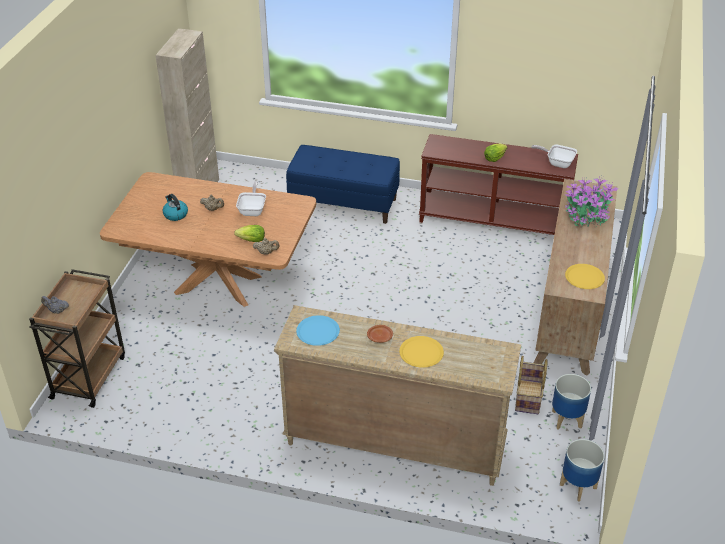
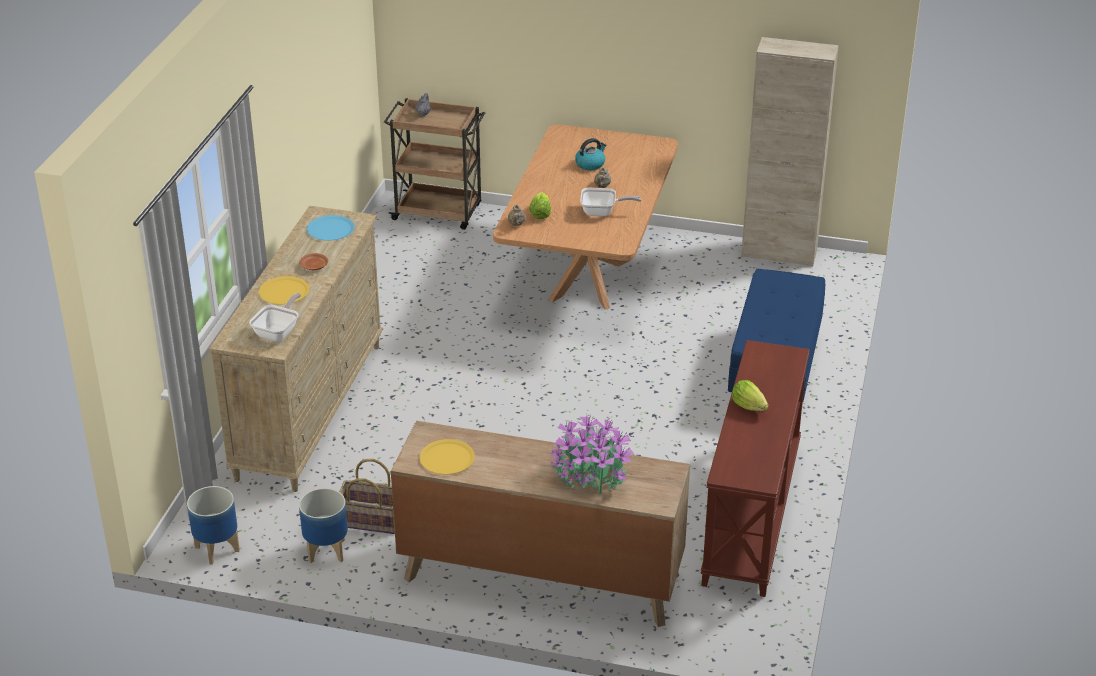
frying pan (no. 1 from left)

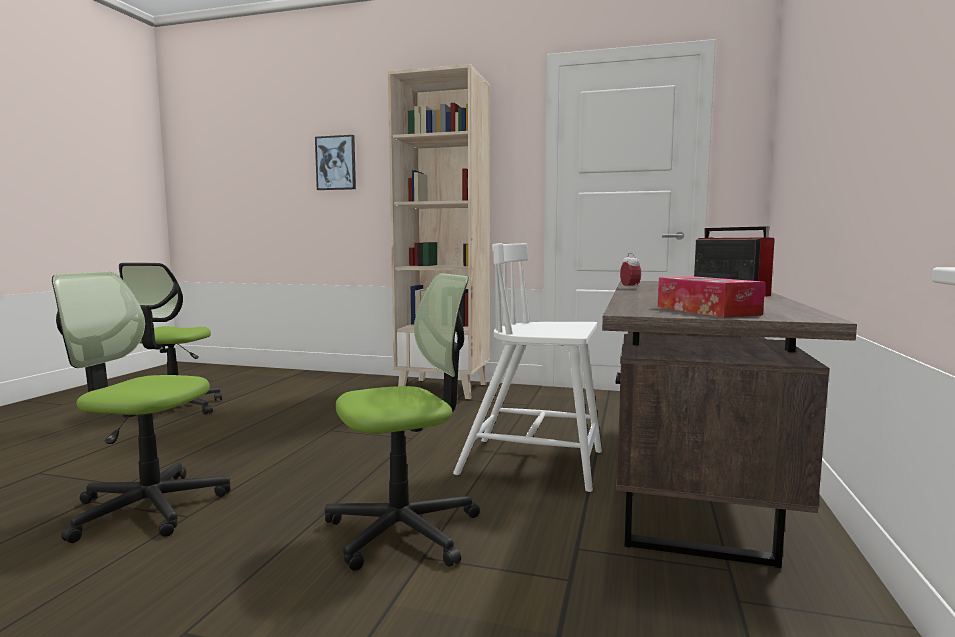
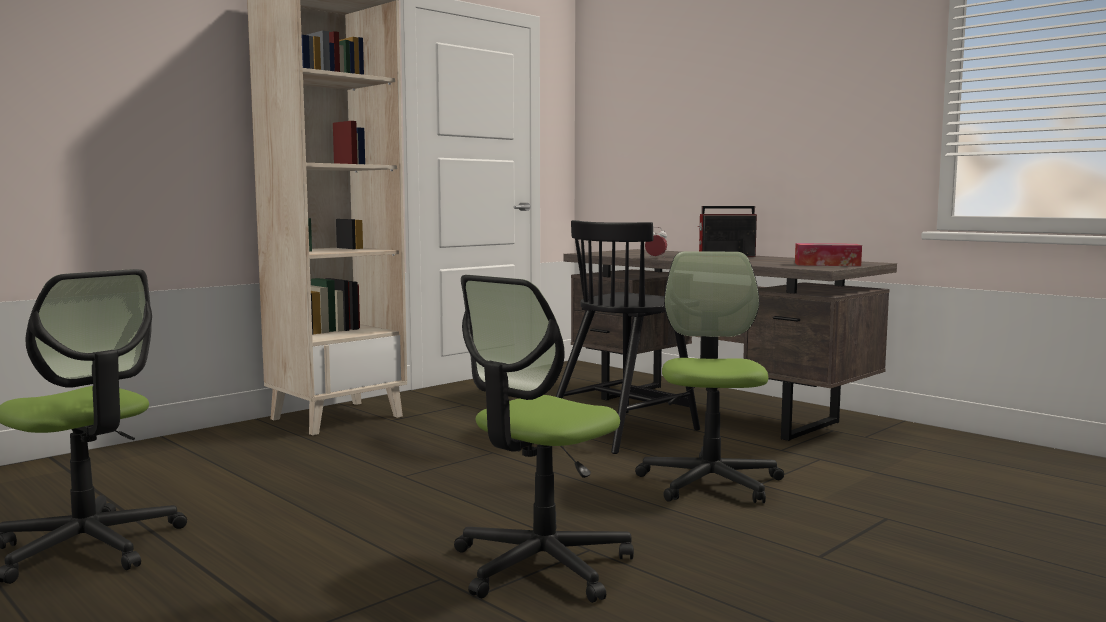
picture
chair/black

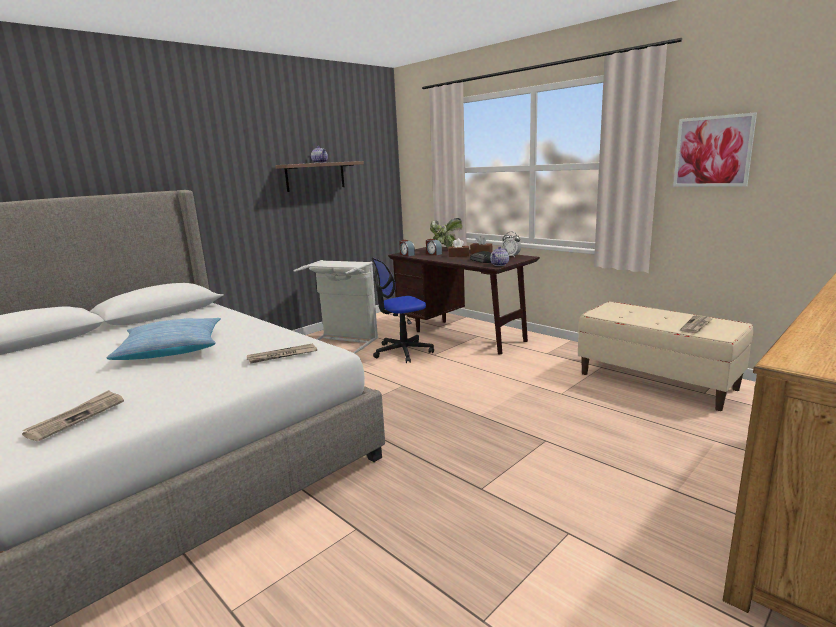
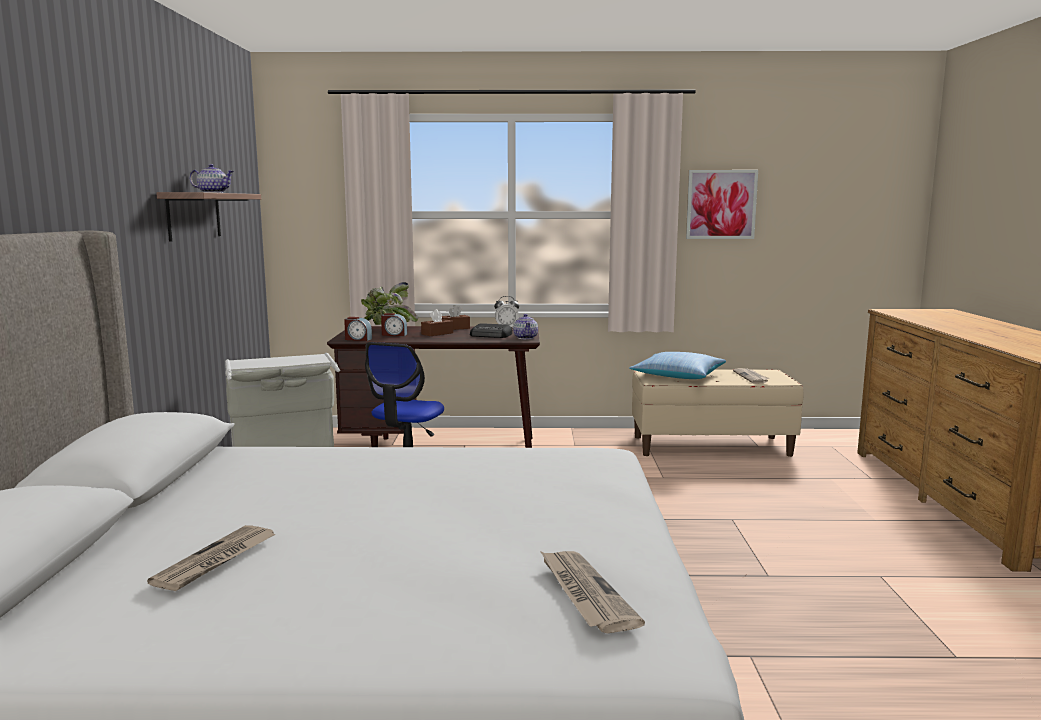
pillow
newspaper (no. 1 from left)

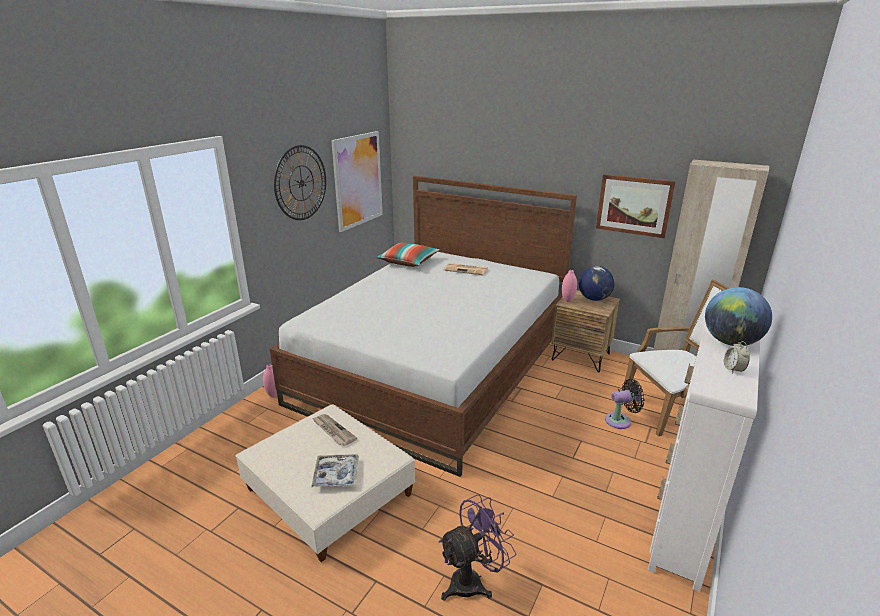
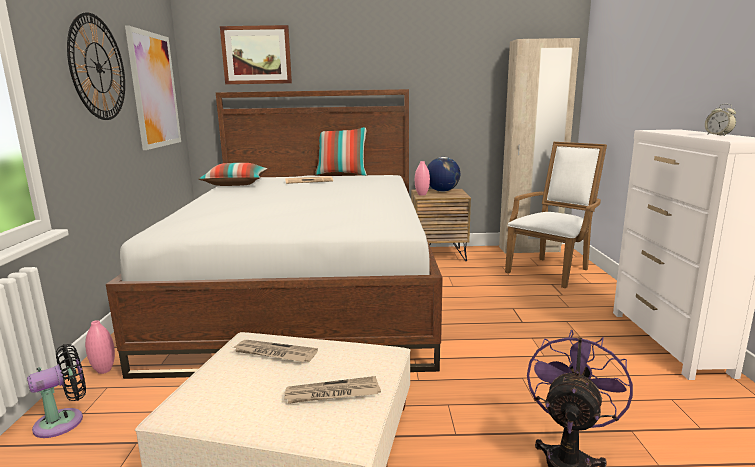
newspaper (no. 3 from left)
picture (no. 2 from left)
fan/black
globe (no. 2 from left in the first image)
pillow (no. 2 from left)

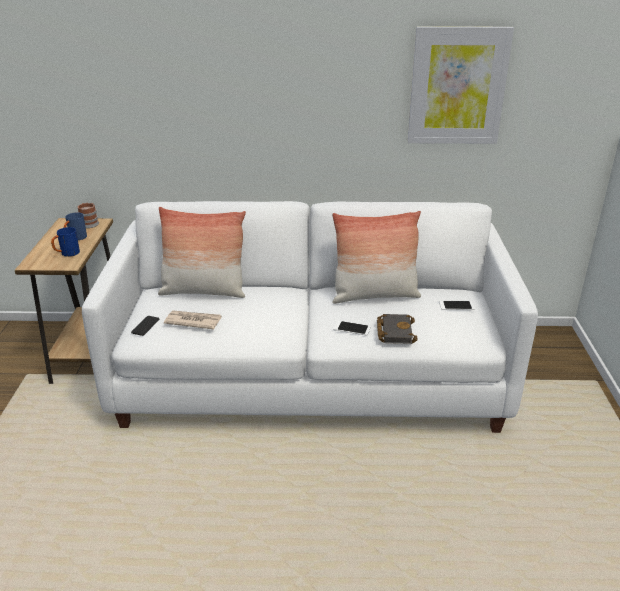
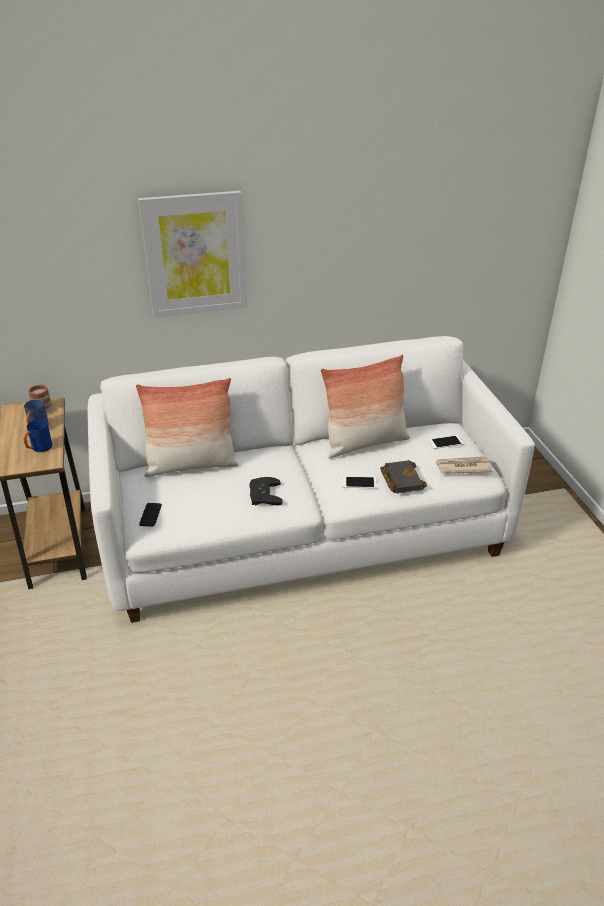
newspaper
picture
game controller/black

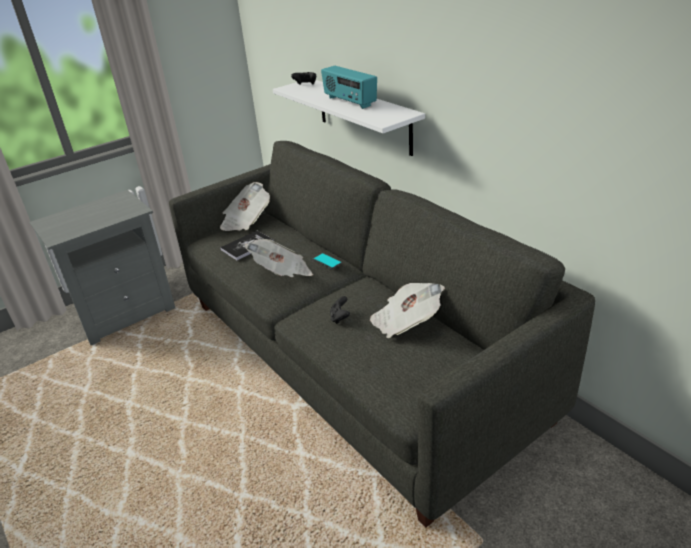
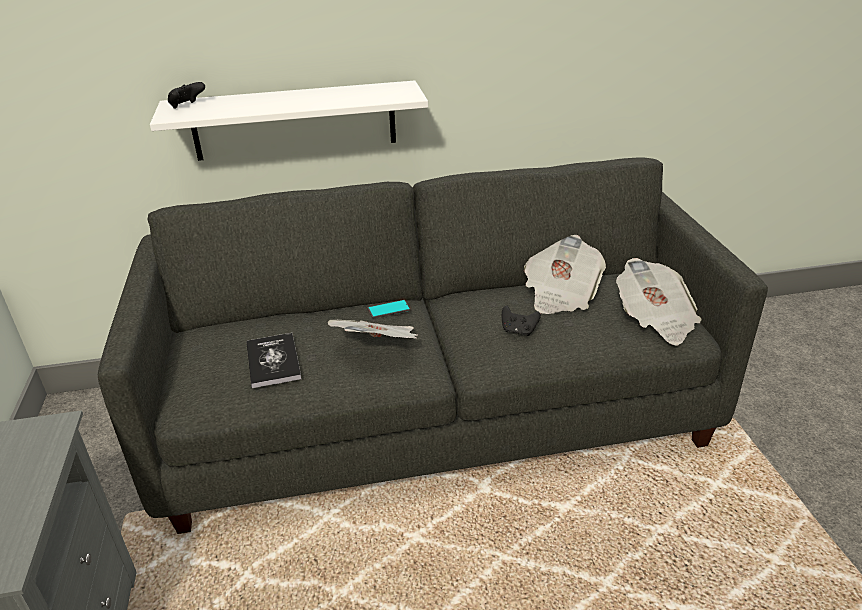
newspaper (no. 3 from left)
radio

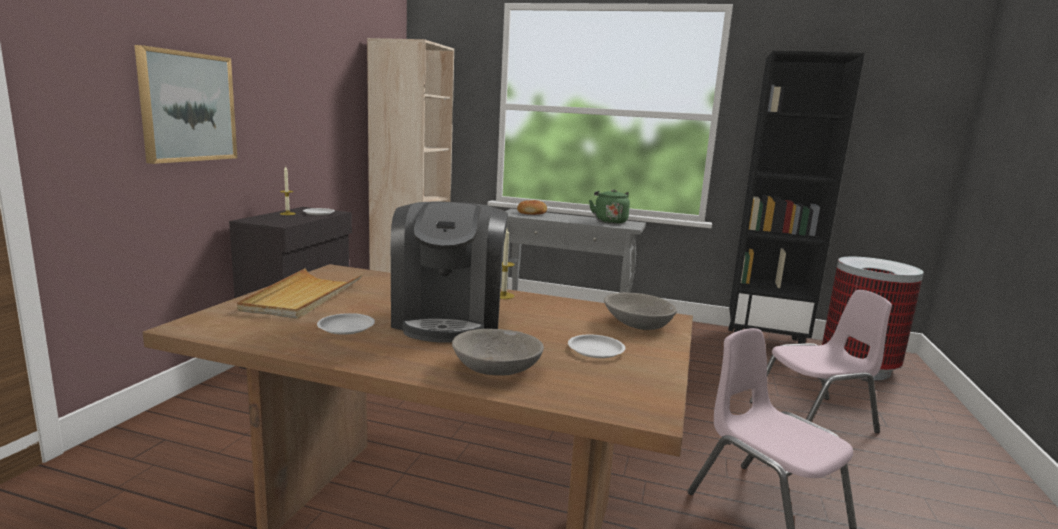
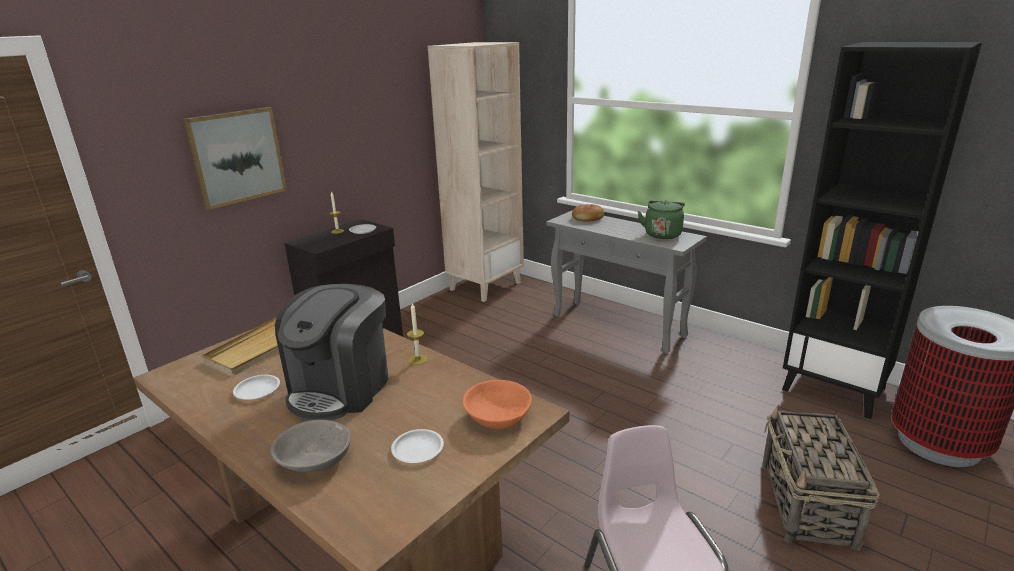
bowl/orange
basket

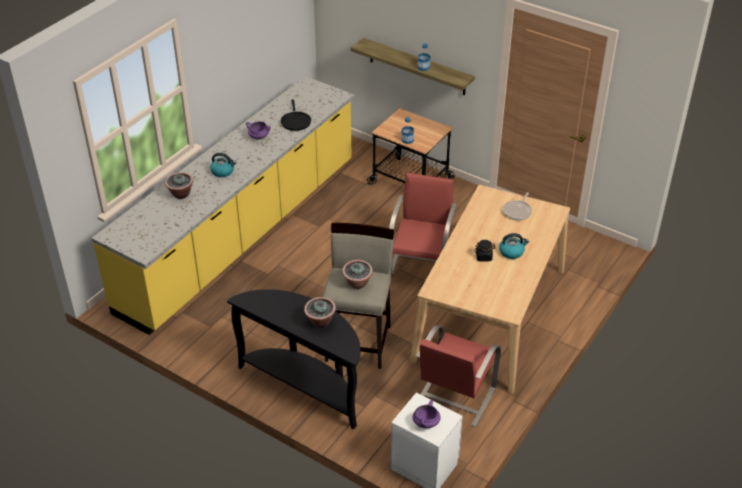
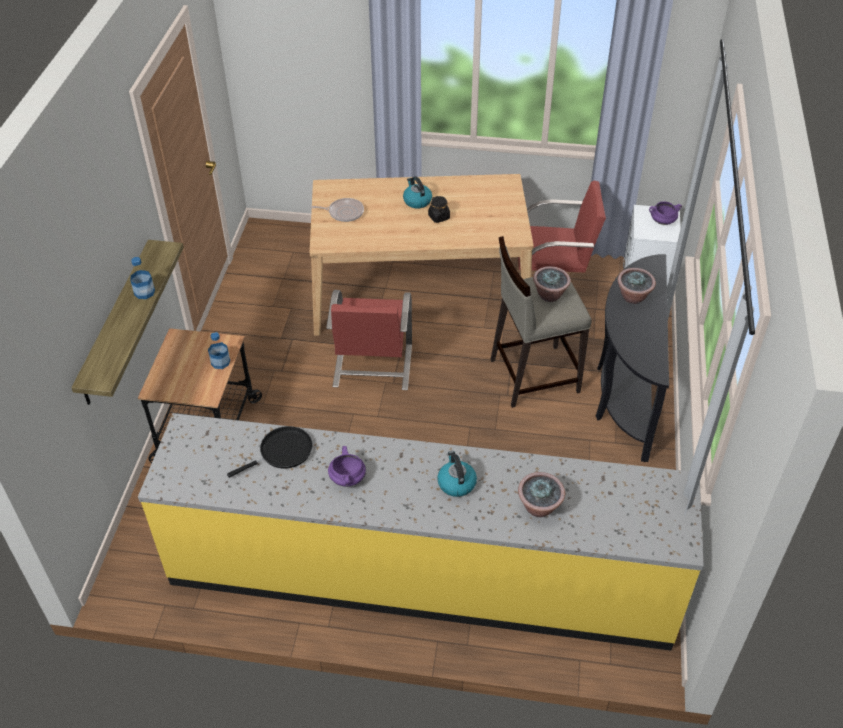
chair/red (no. 1 from left)

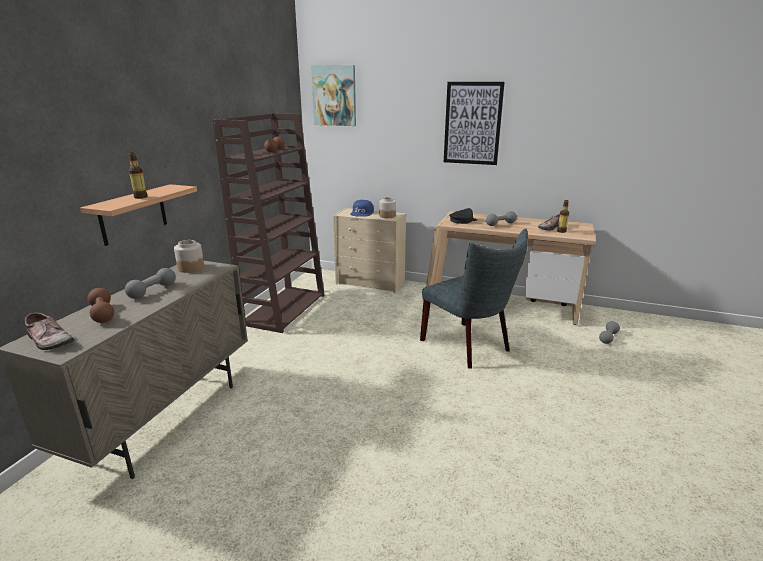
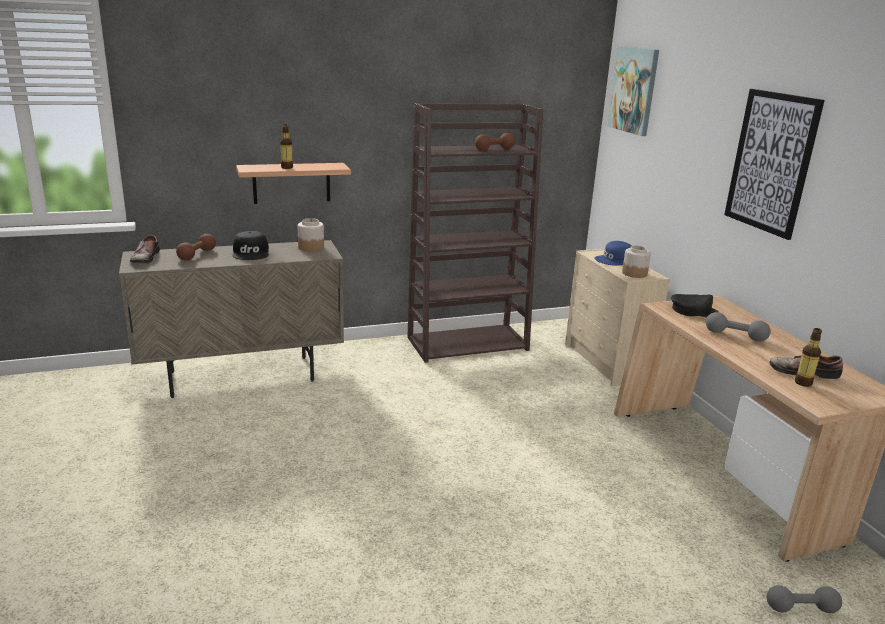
cap/black (no. 1 from left)
chair/grey

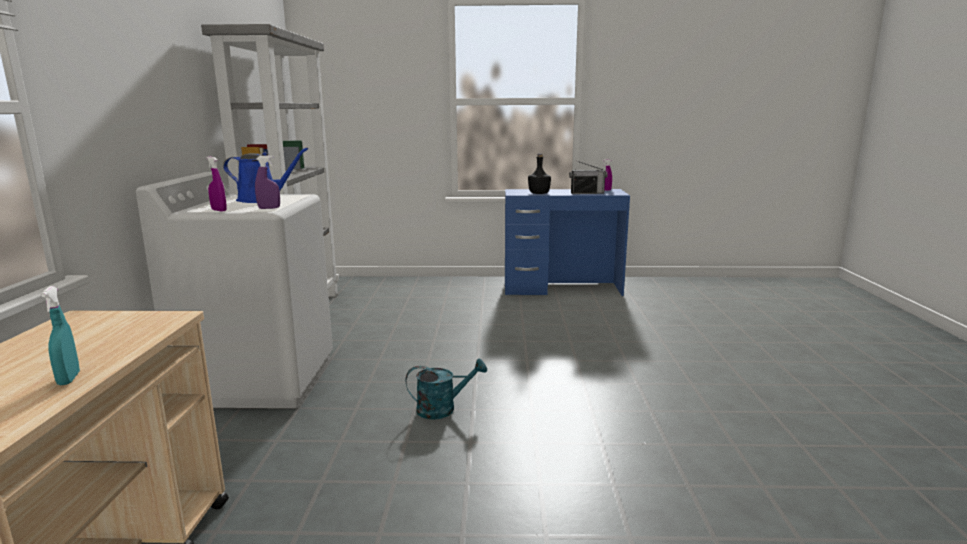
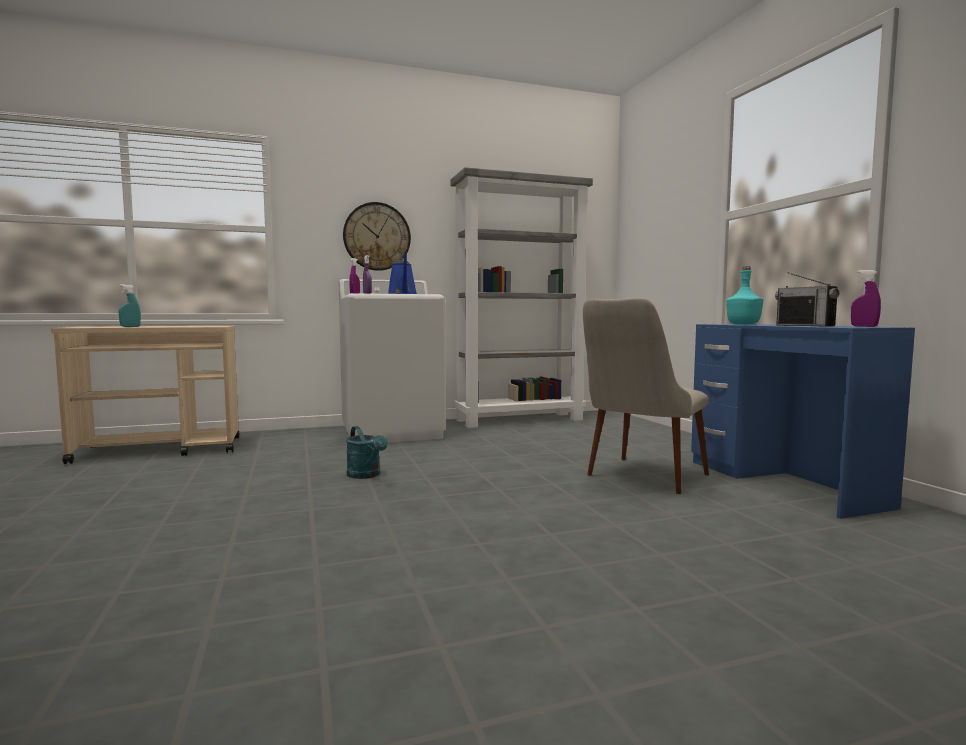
bottle/turquoise
wall clock
chair/beige

